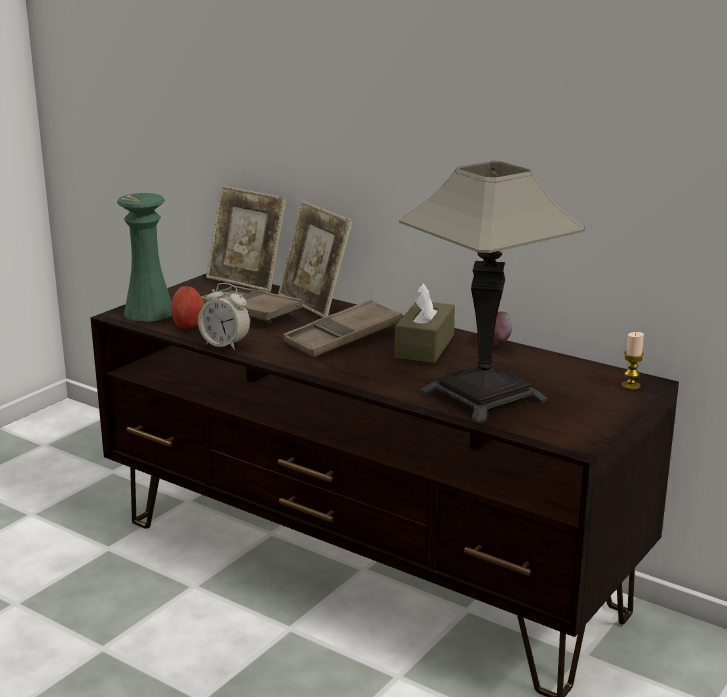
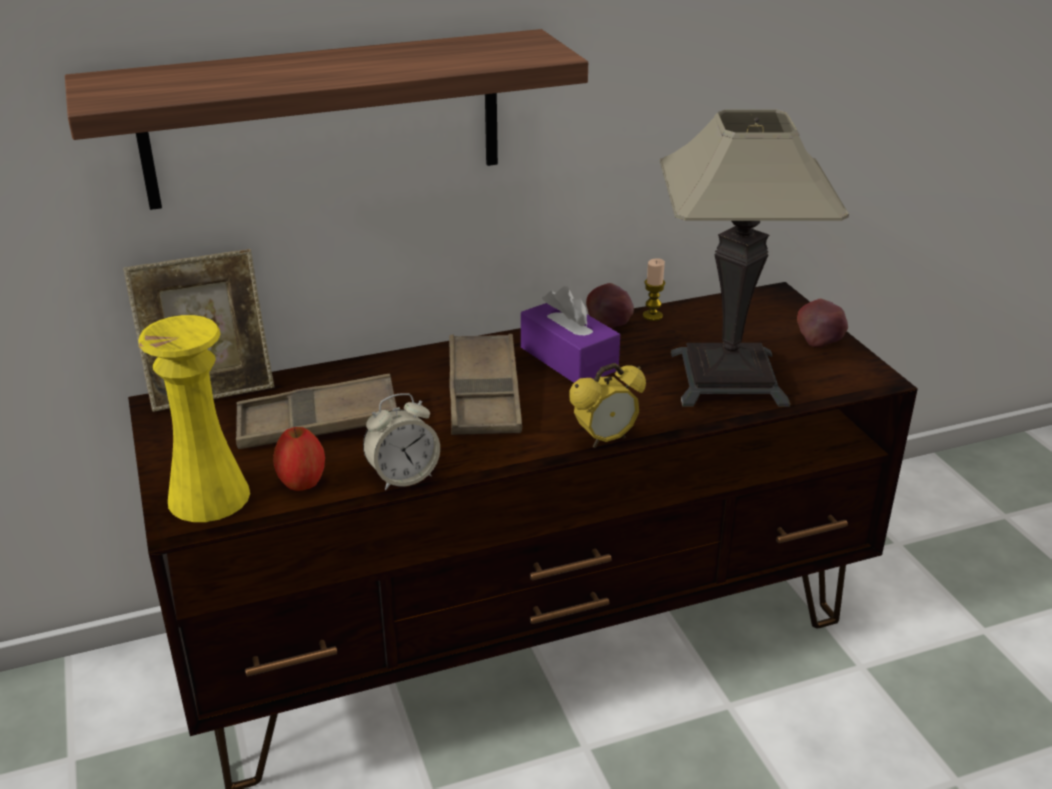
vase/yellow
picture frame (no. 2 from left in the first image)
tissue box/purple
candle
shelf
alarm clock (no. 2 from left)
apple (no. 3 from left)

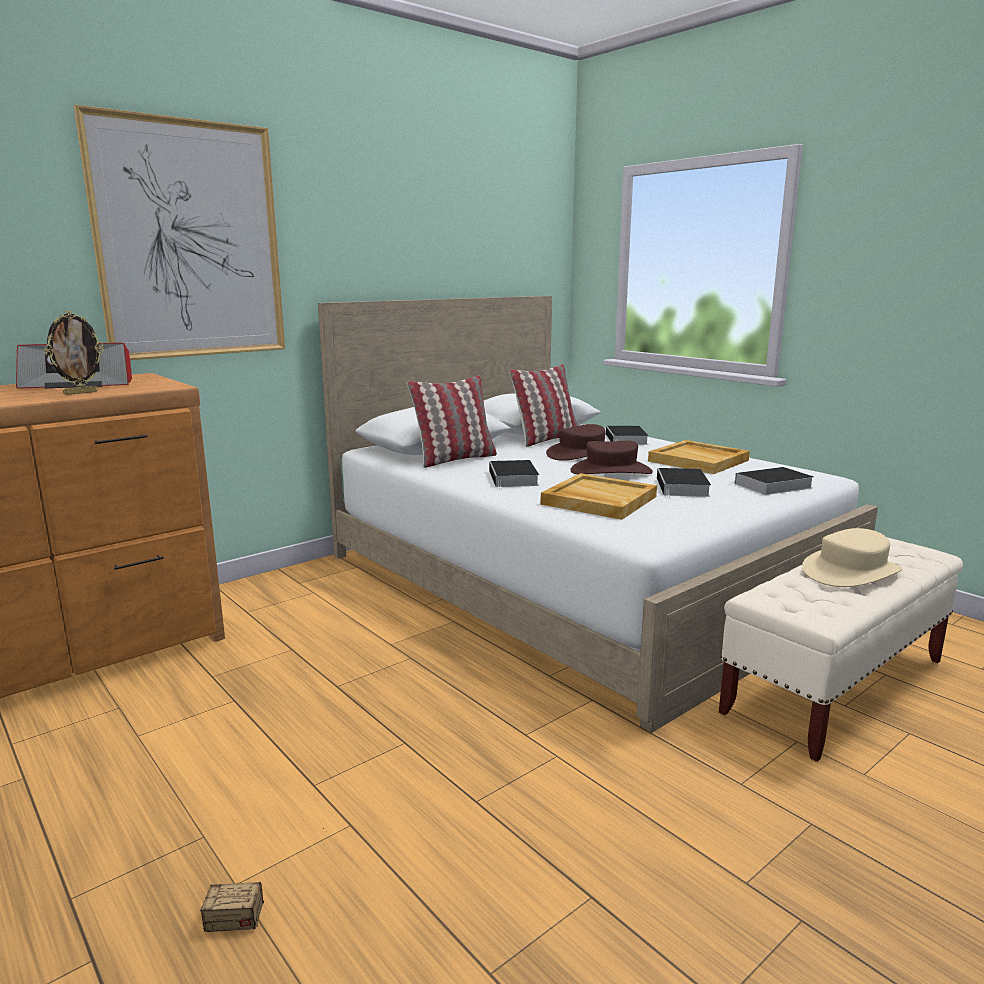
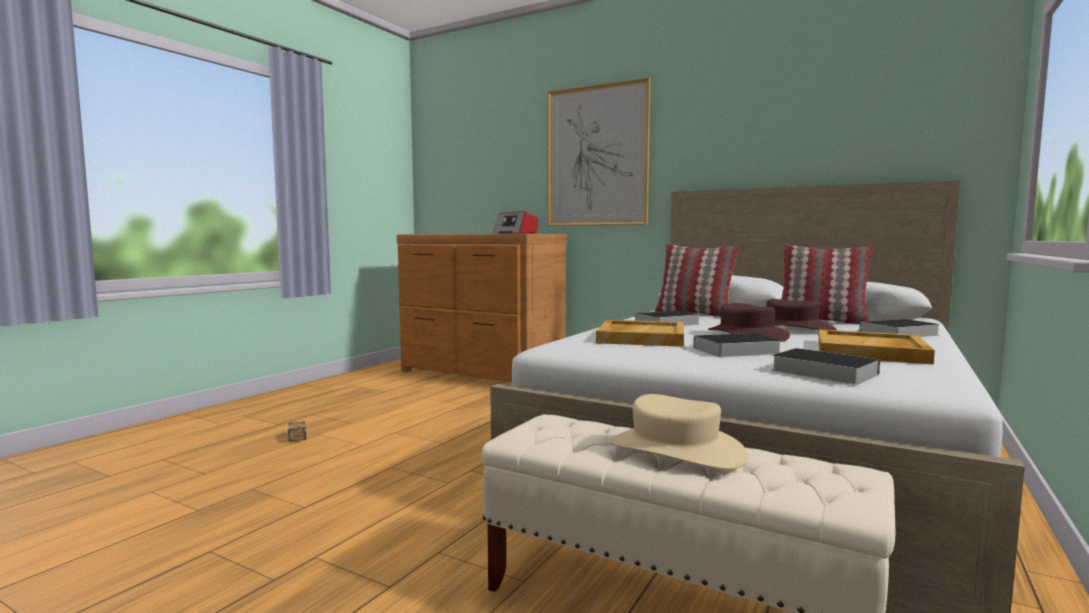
picture frame

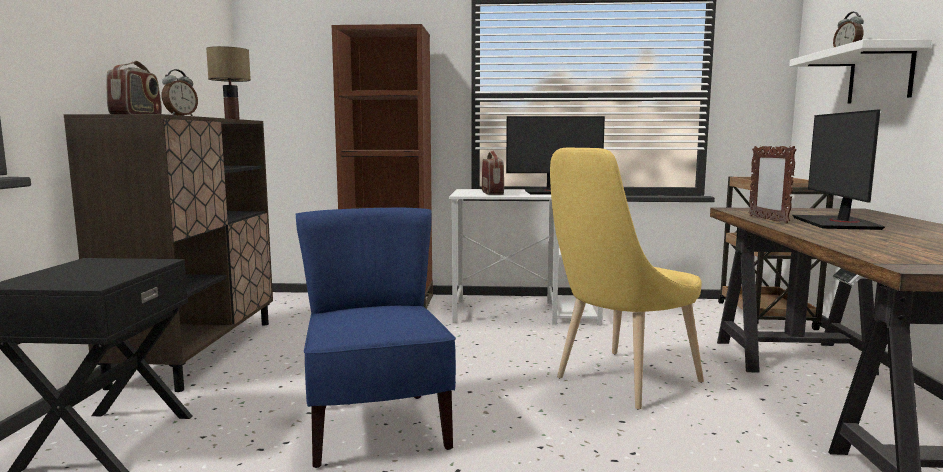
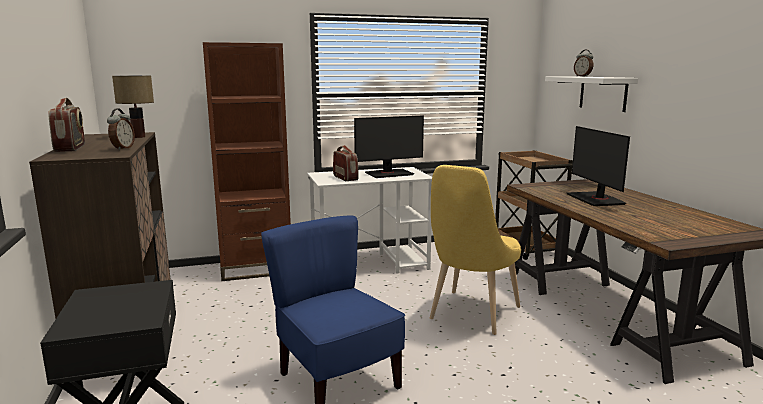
picture frame

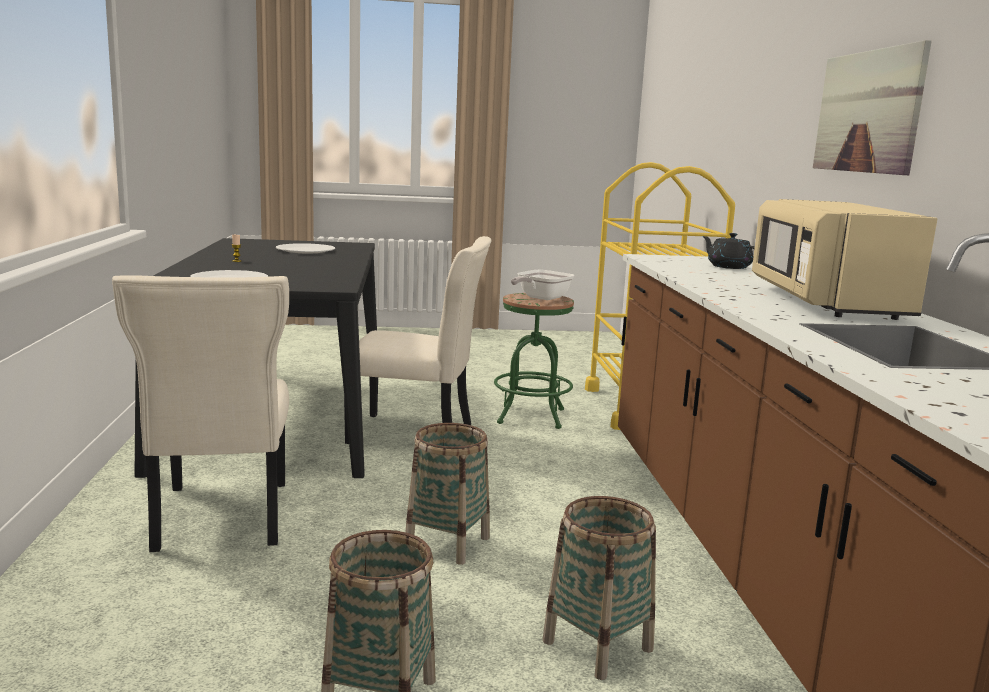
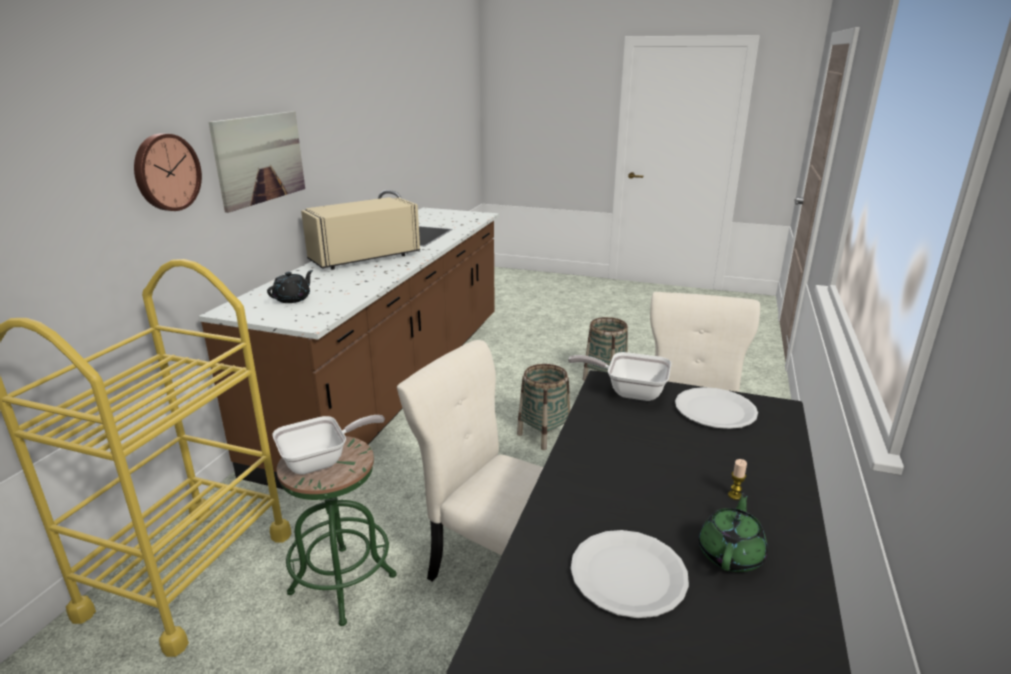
basket (no. 3 from left in the first image)
teapot/black
microwave/beige
wall clock
frying pan (no. 2 from left)
teapot/green

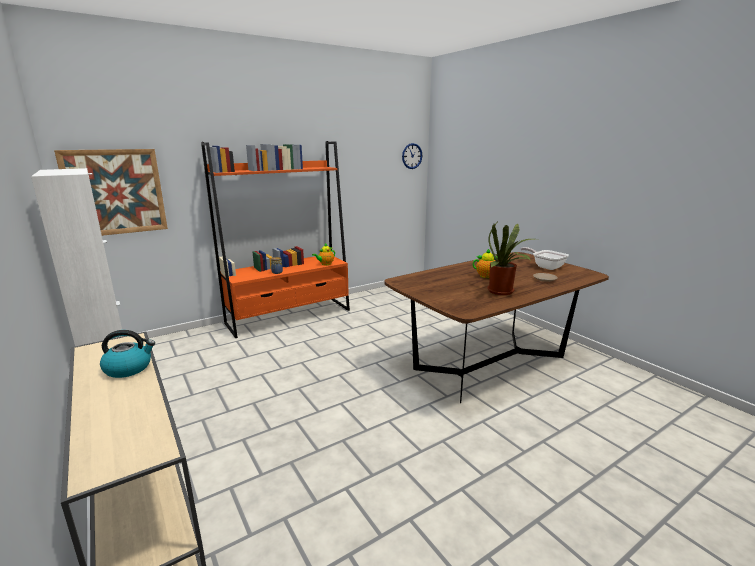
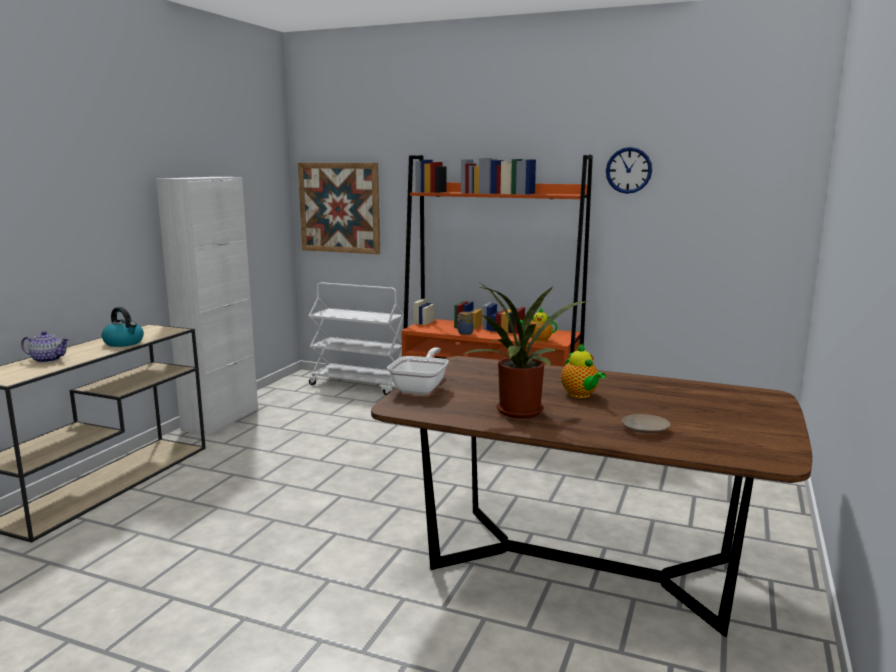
wall clock
frying pan
teapot (no. 1 from left)
cart/white

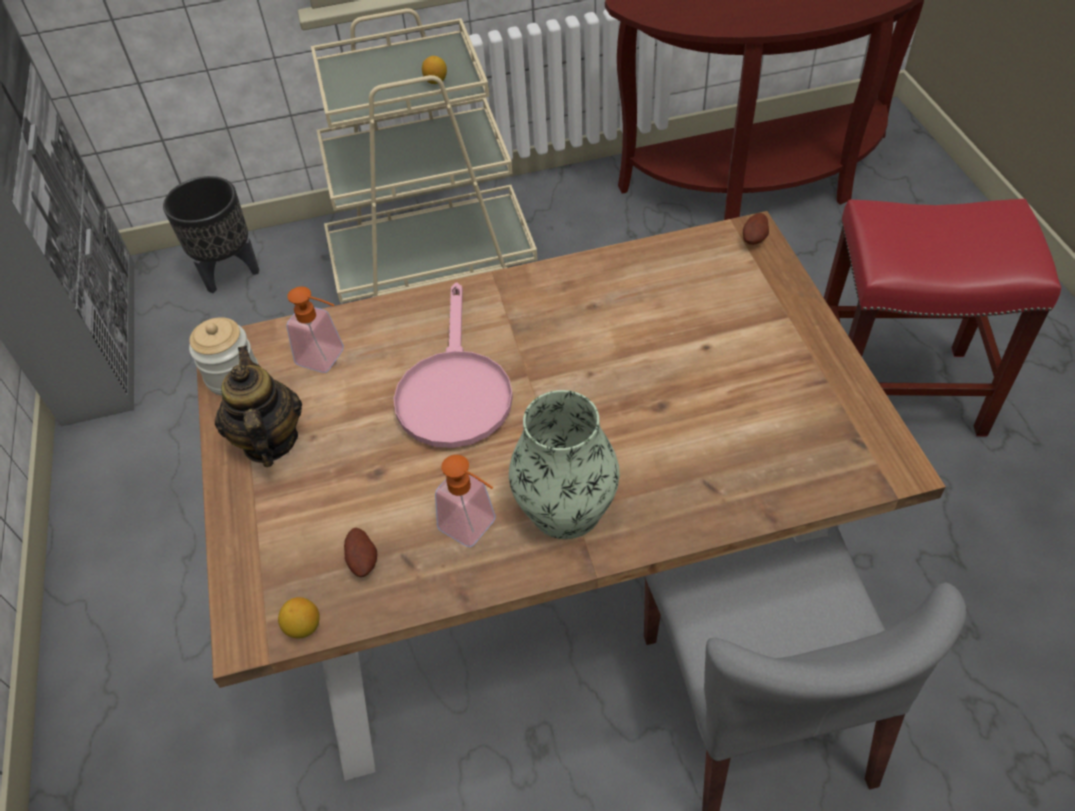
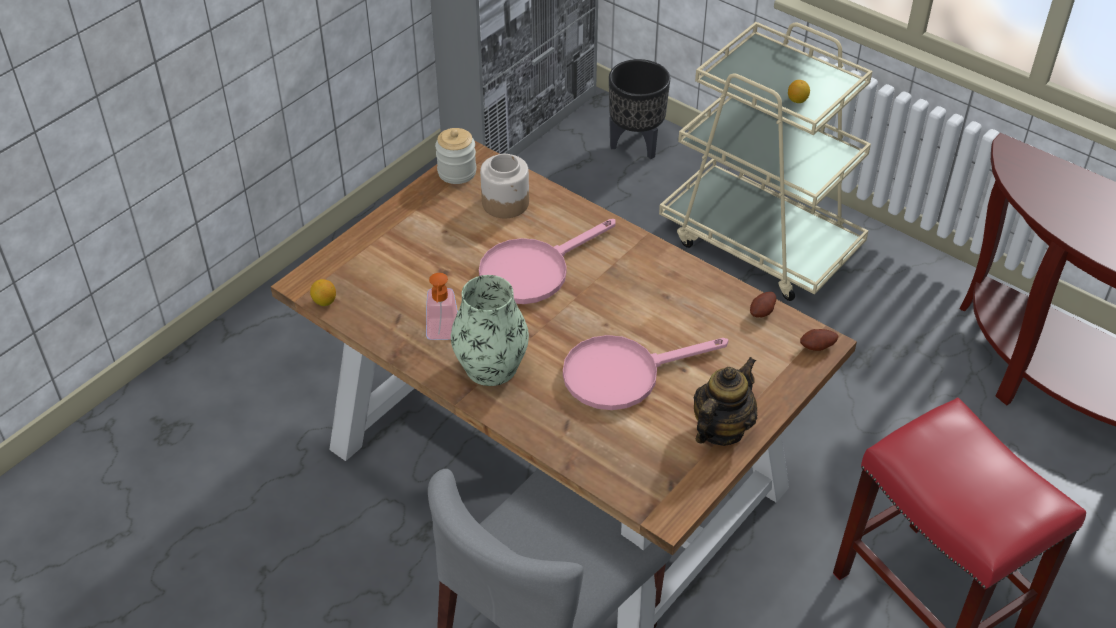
teapot
jar (no. 2 from left)
potato (no. 1 from left)
frying pan/pink (no. 2 from left)

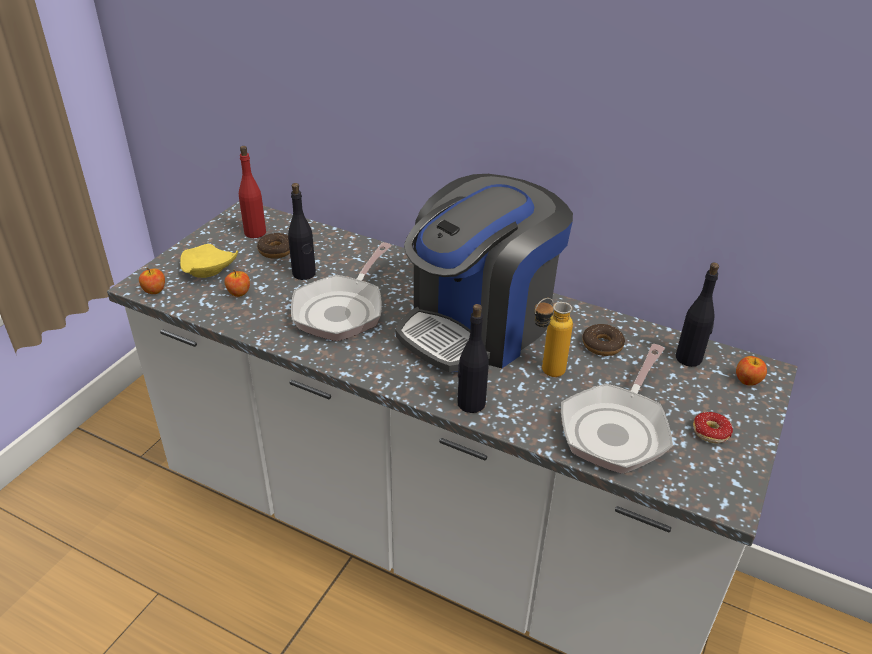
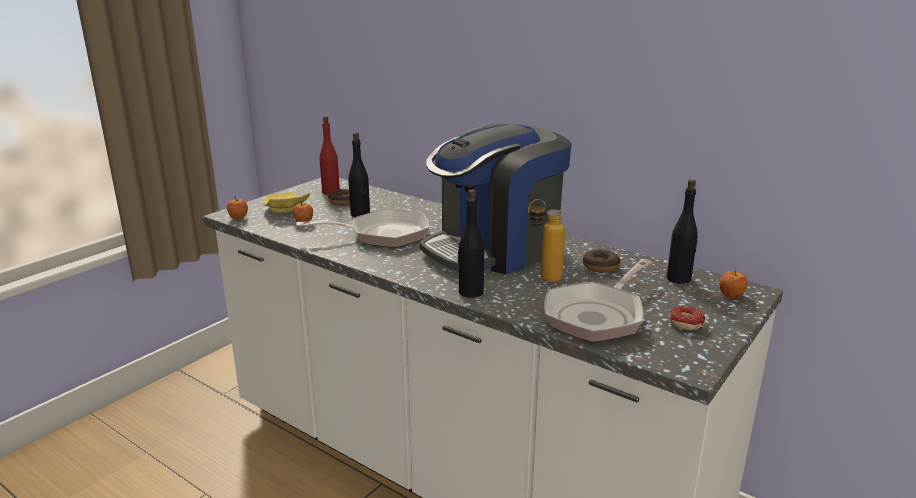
frying pan (no. 1 from left)

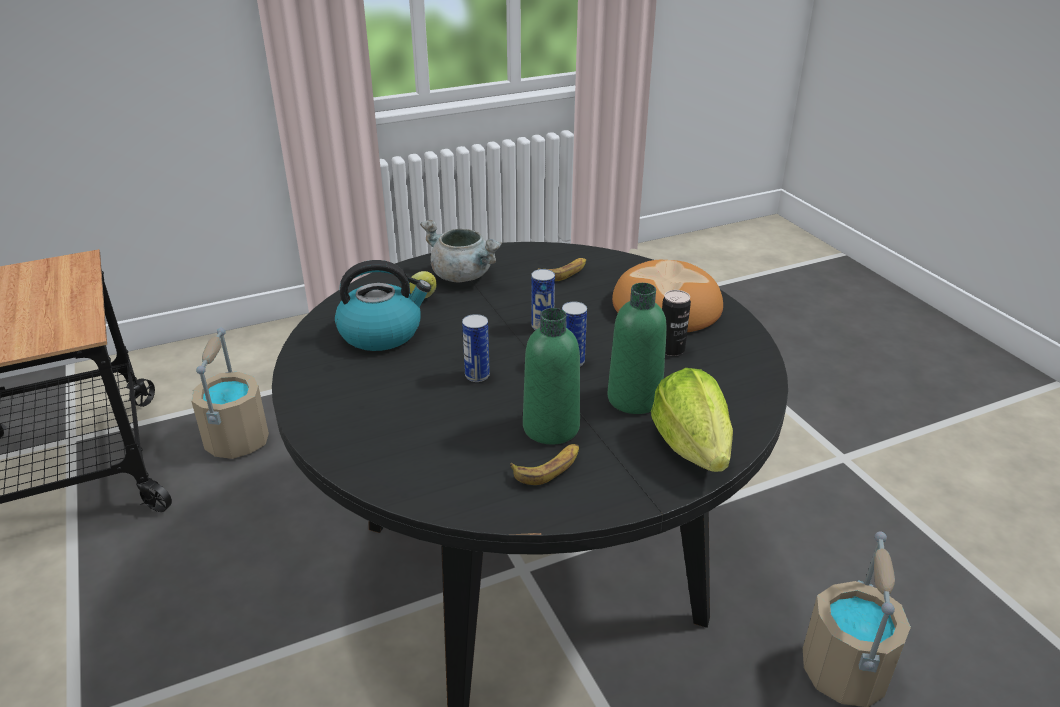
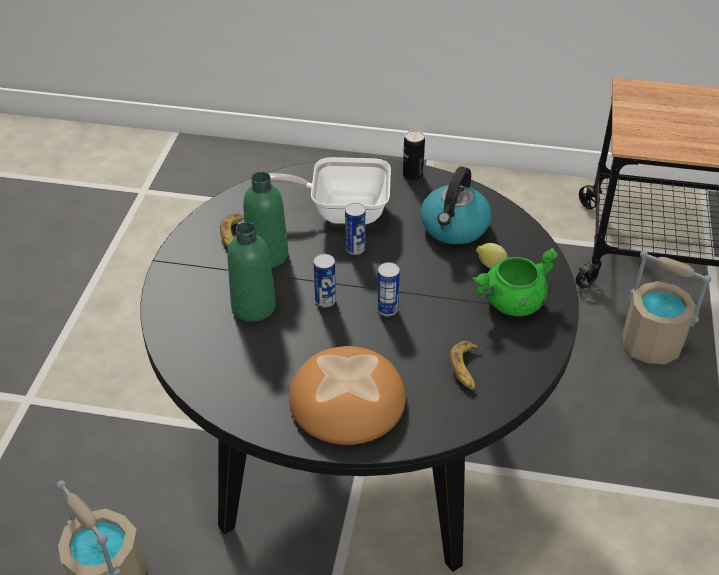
cooking pot/green
lettuce
can (no. 4 from left)
frying pan

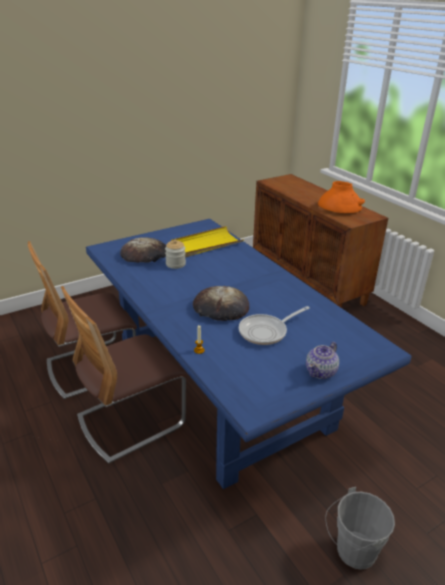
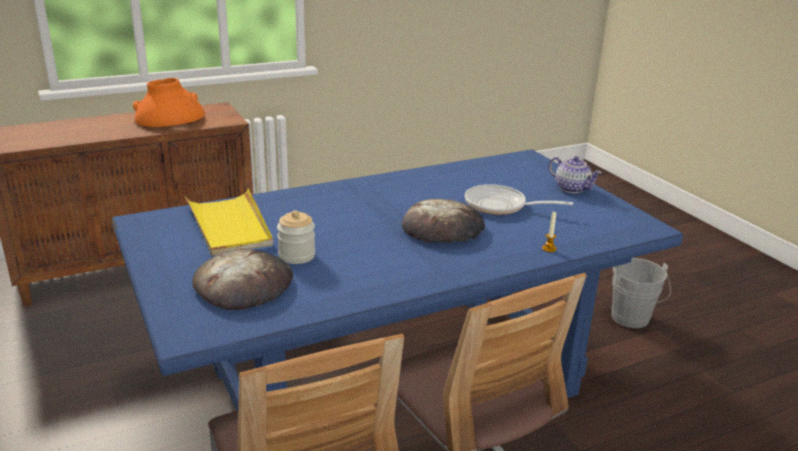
frying pan

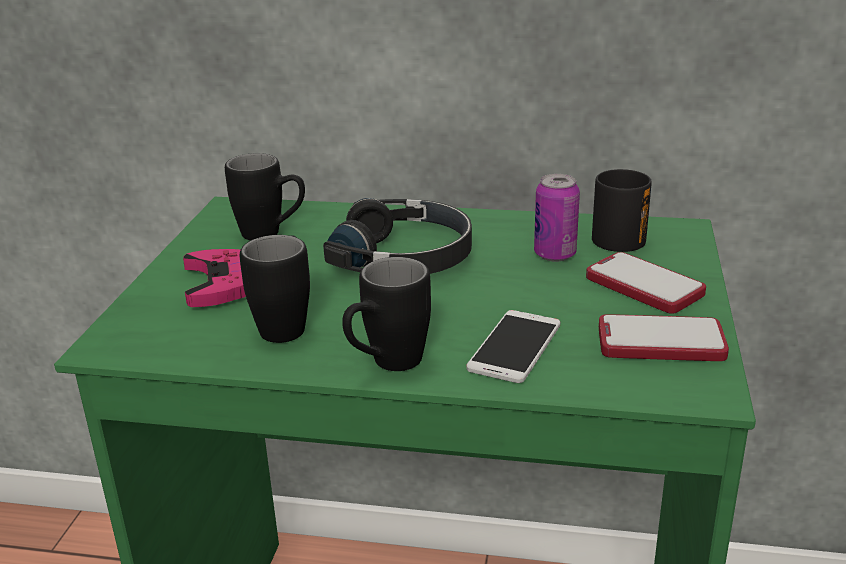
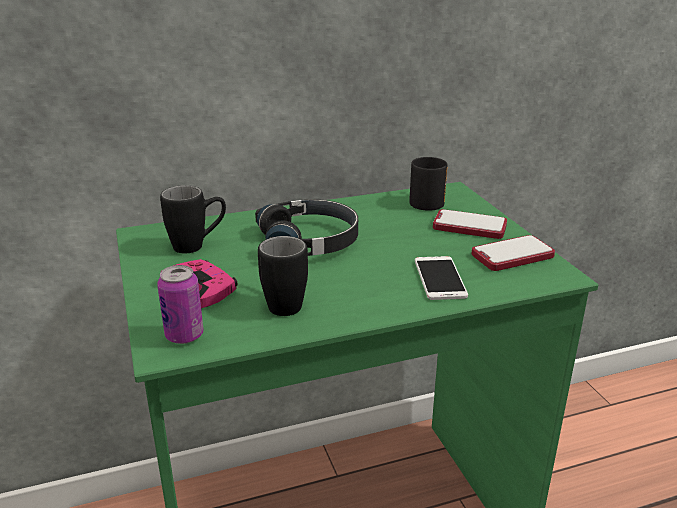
mug/black (no. 3 from left in the first image)
can

